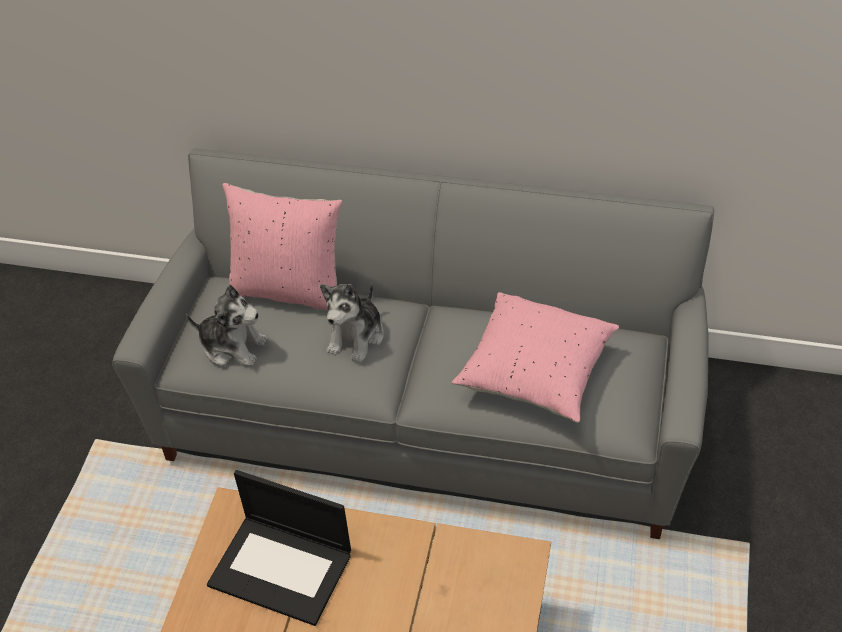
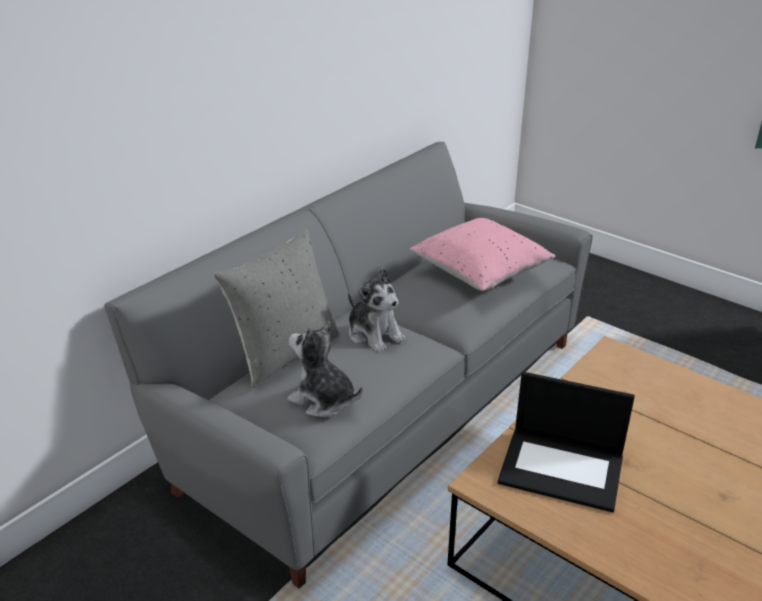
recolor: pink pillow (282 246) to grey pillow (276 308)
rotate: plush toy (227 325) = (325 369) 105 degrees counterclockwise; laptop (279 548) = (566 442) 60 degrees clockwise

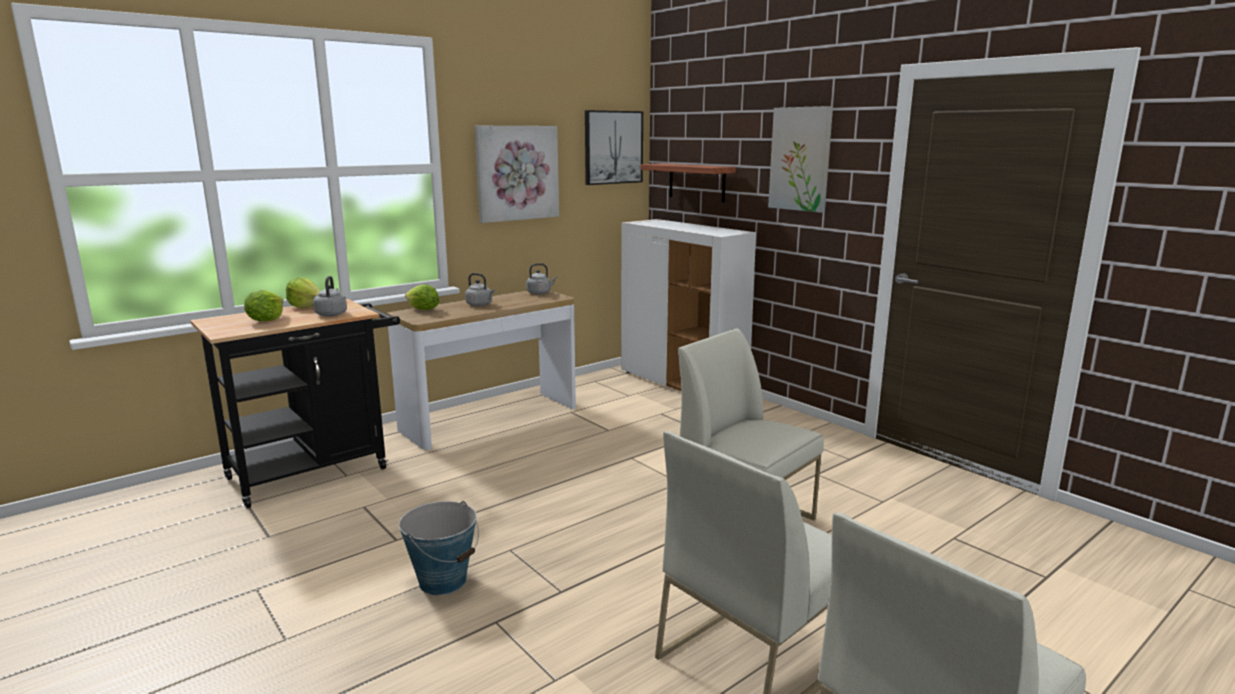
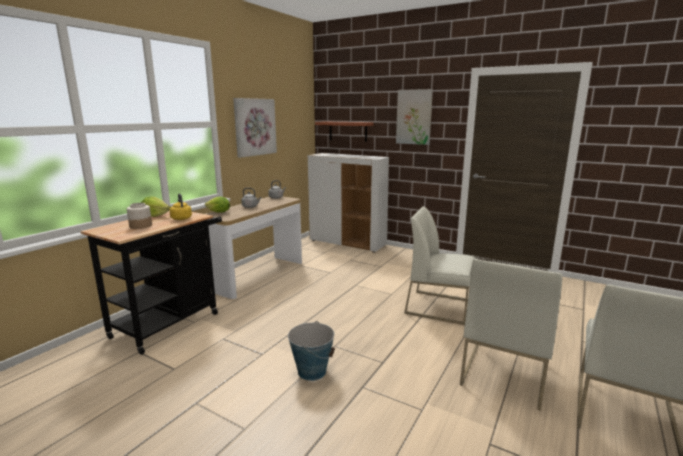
delete: picture (614 147)
replace: lettuce (263 305) to jar (139 216)
recolor: grey kettle (330 296) to yellow kettle (181 207)

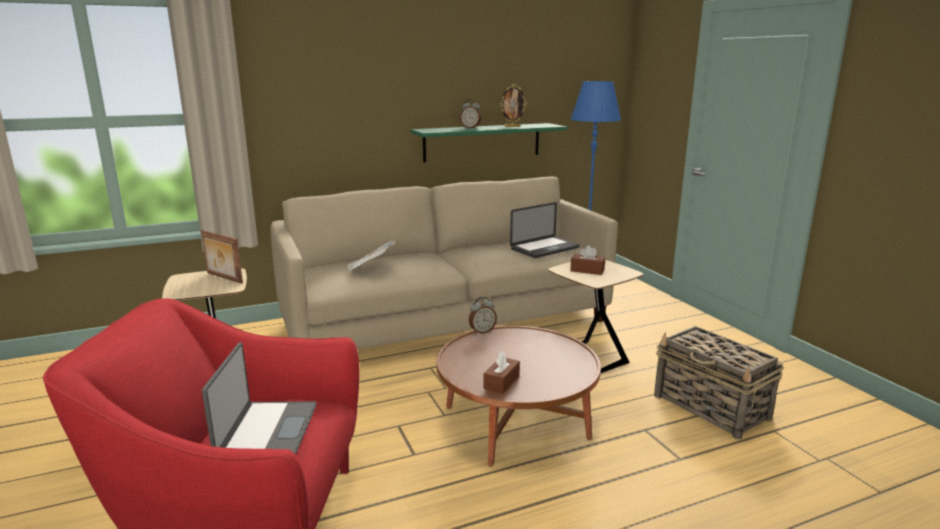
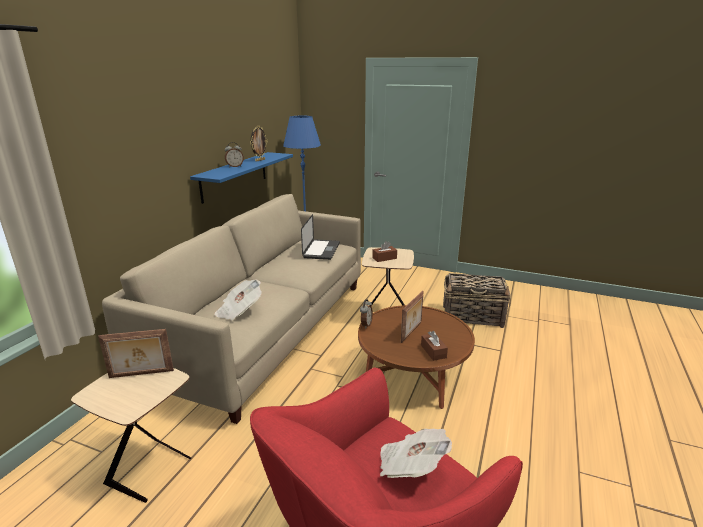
insert: picture frame (412 317)
replace: laptop (259 398) to newspaper (416 453)
recolor: green shelf (489 142) to blue shelf (241 178)

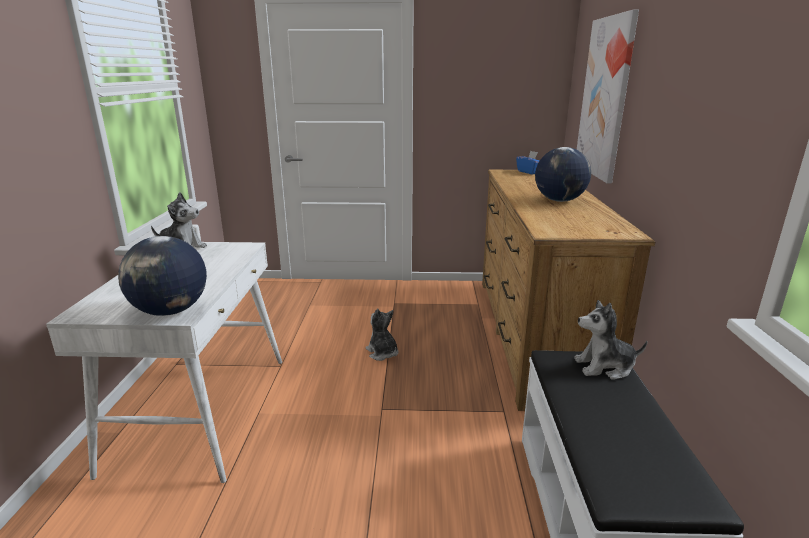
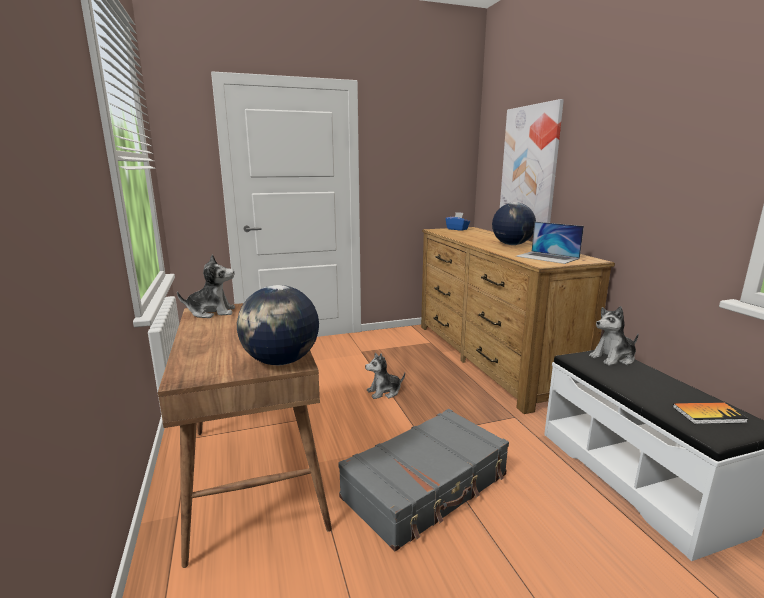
insert: grey suitcase (423 480); laptop (550 243); book (710 413)
recolor: white desk (164 362) to brown desk (245 435)
rotate: plush toy (382 335) = (385 376) 60 degrees counterclockwise

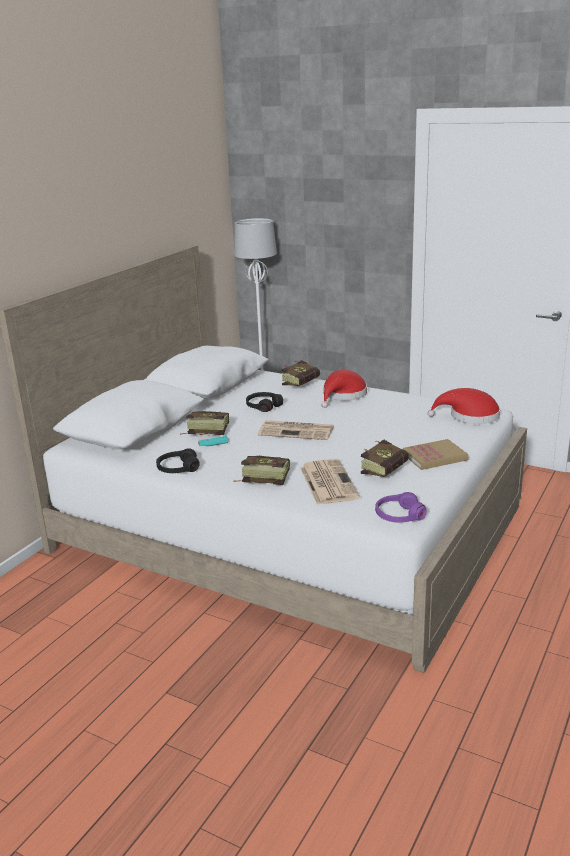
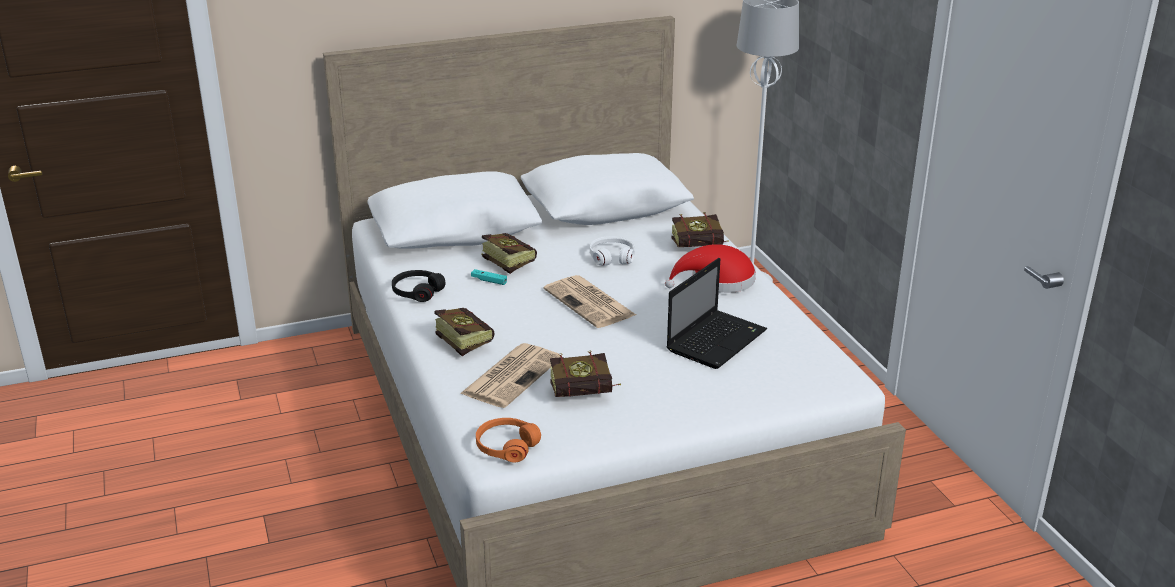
delete: book (436 454); red hat (464 406)
insert: laptop (717 313)
recolor: black headphones (264 402) to white headphones (612 251); purple headphones (400 507) to orange headphones (508 440)

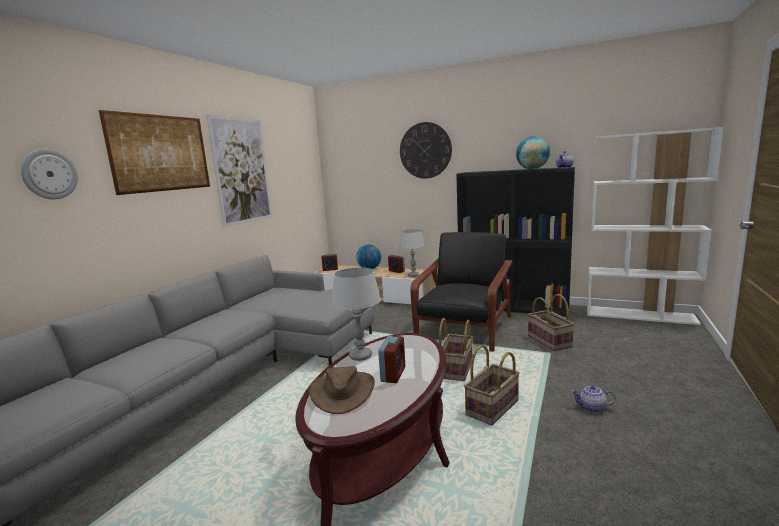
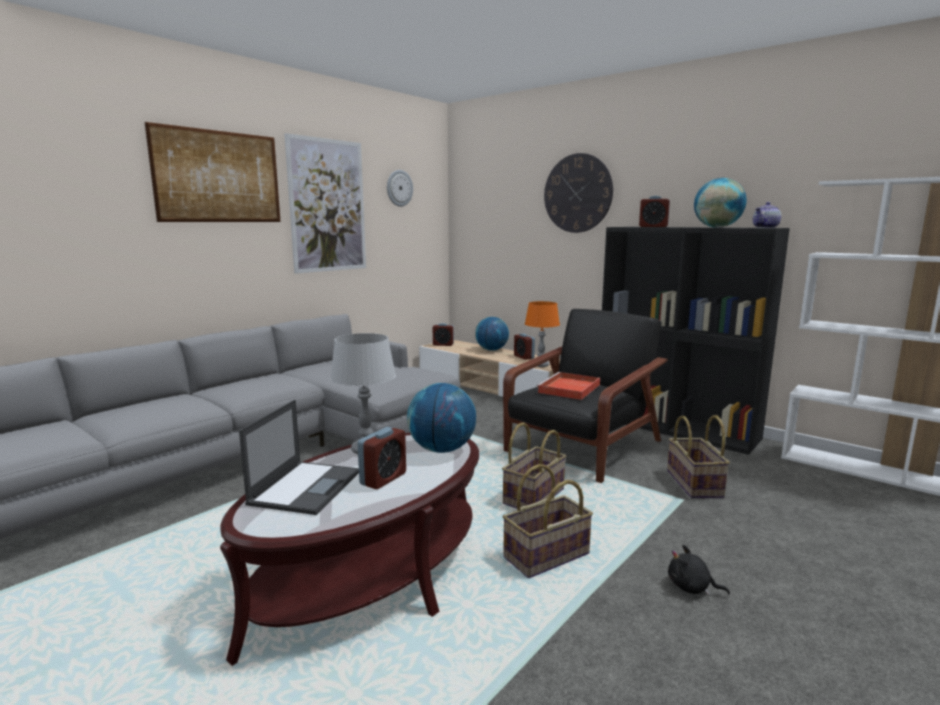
insert: globe (441 418); red tray (568 386); alarm clock (654 211)
move: wall clock (49 174) to (400 188)
replace: brown hat (342 390) to laptop (299 457); teapot (593 399) to black plush toy (699 570)
recolor: grey table lamp (412 253) to orange table lamp (542 334)

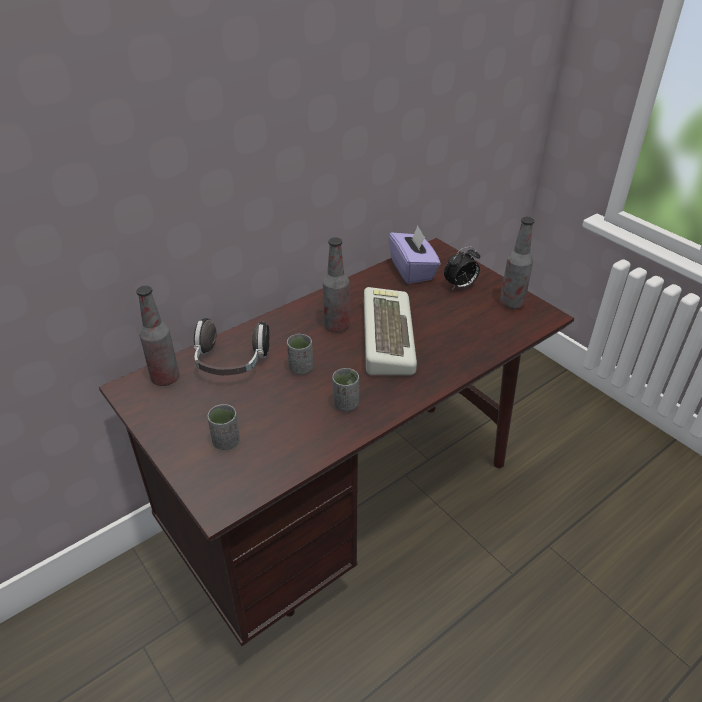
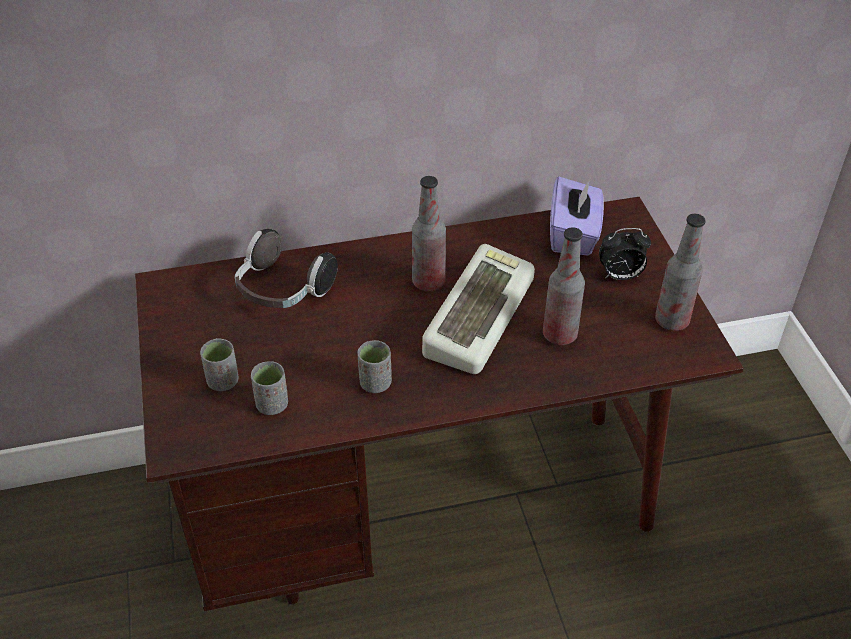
move: bottle (157 336) to (564 286); grey cup (300 354) to (269 388)

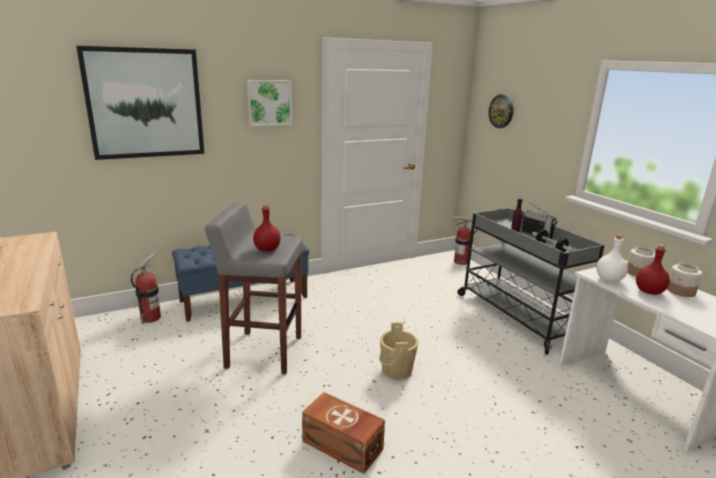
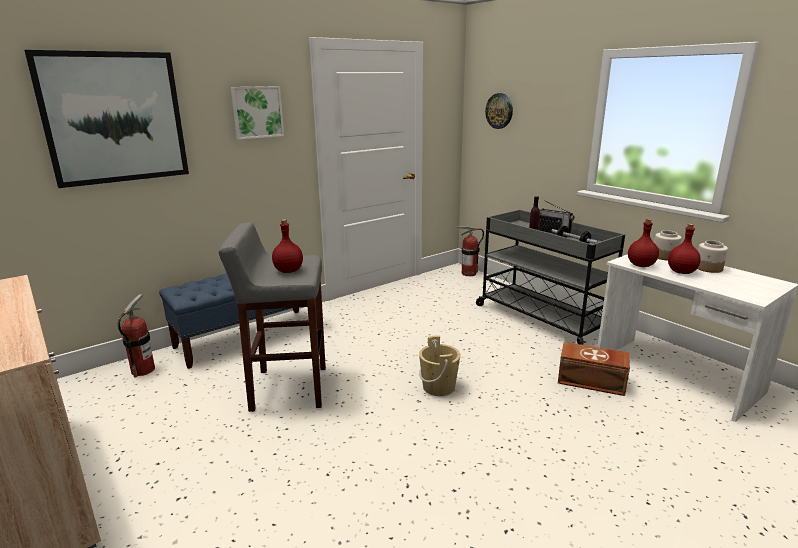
move: brown storage box (343 433) to (594 369)
recolor: white bottle (612 258) to red bottle (643 242)

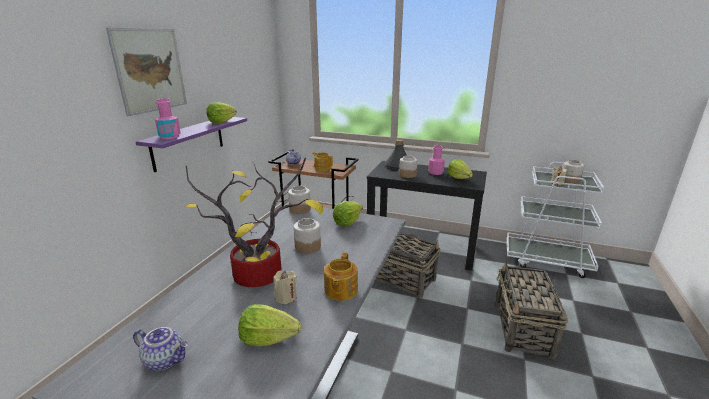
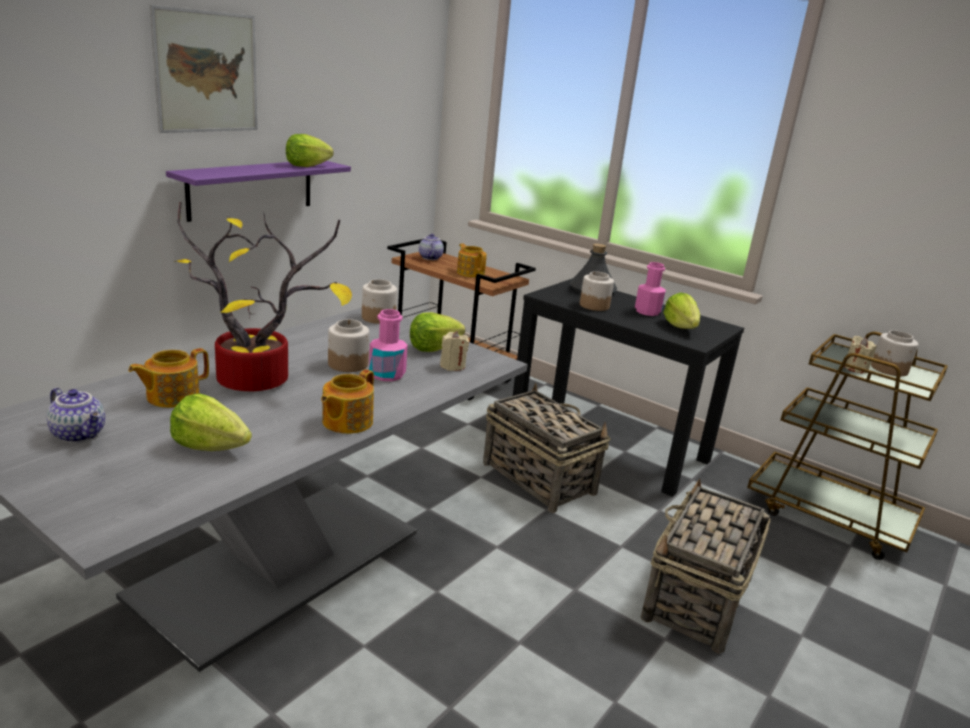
insert: teapot (168 378)
move: pink bottle (168 118) to (388 345); beige candle (285 287) to (454 351)
recolor: white cart (556 220) to brown cart (847 446)

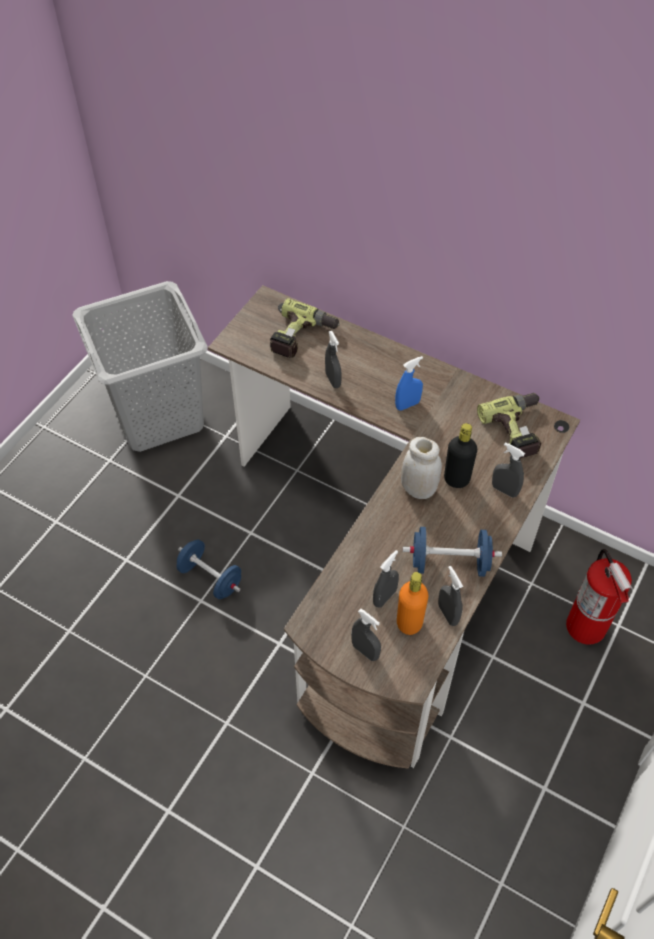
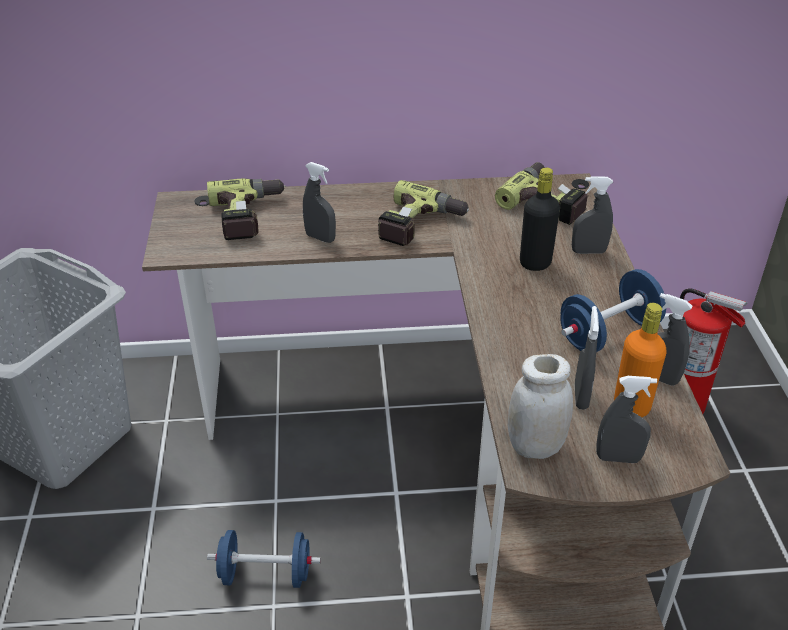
move: white jar (421 468) to (540 406)
replace: blue spray bottle (409 383) to power drill (424 213)

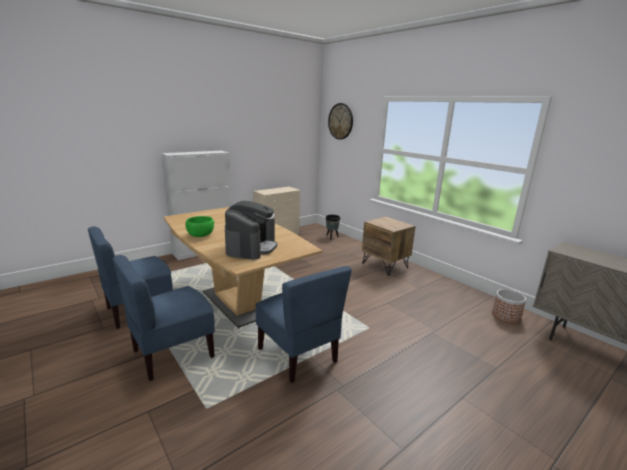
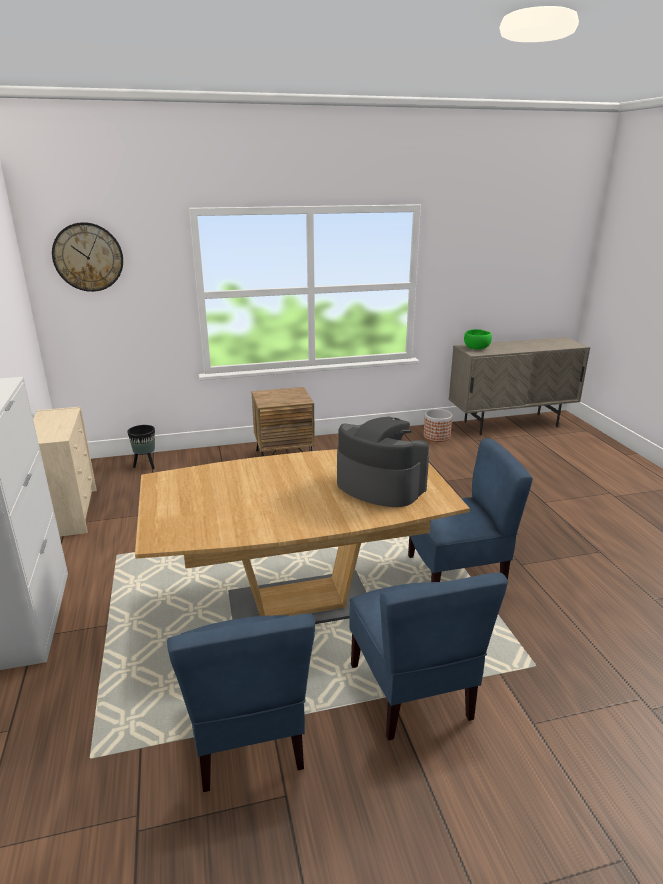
move: green bowl (200 226) to (478 339)

